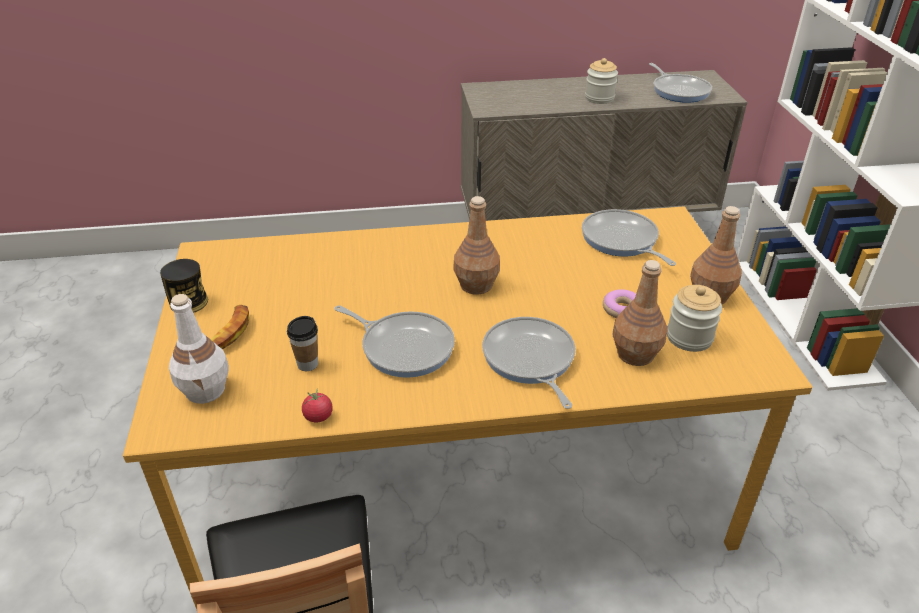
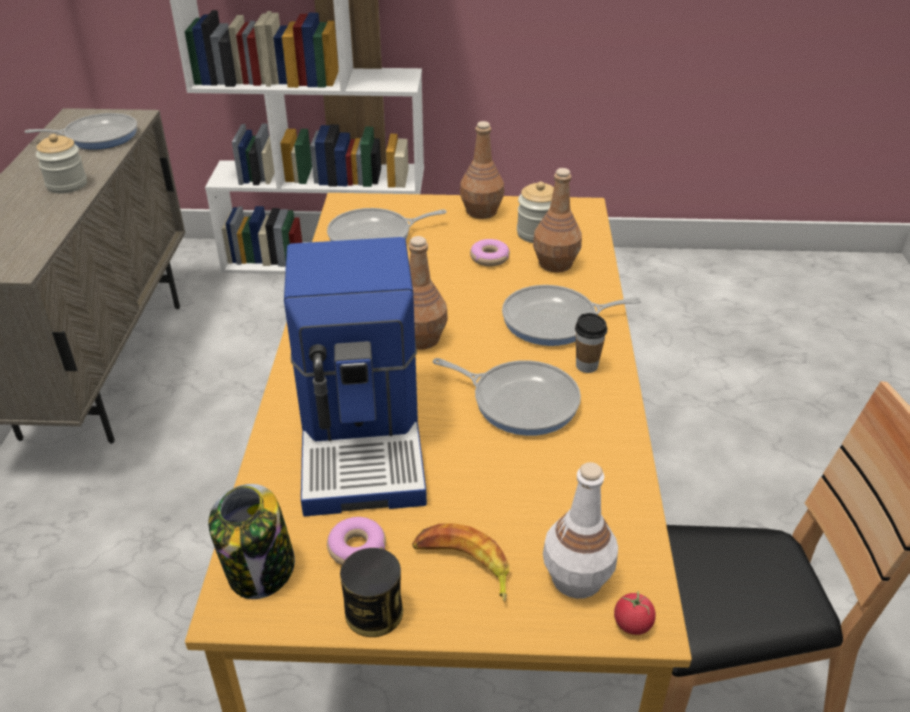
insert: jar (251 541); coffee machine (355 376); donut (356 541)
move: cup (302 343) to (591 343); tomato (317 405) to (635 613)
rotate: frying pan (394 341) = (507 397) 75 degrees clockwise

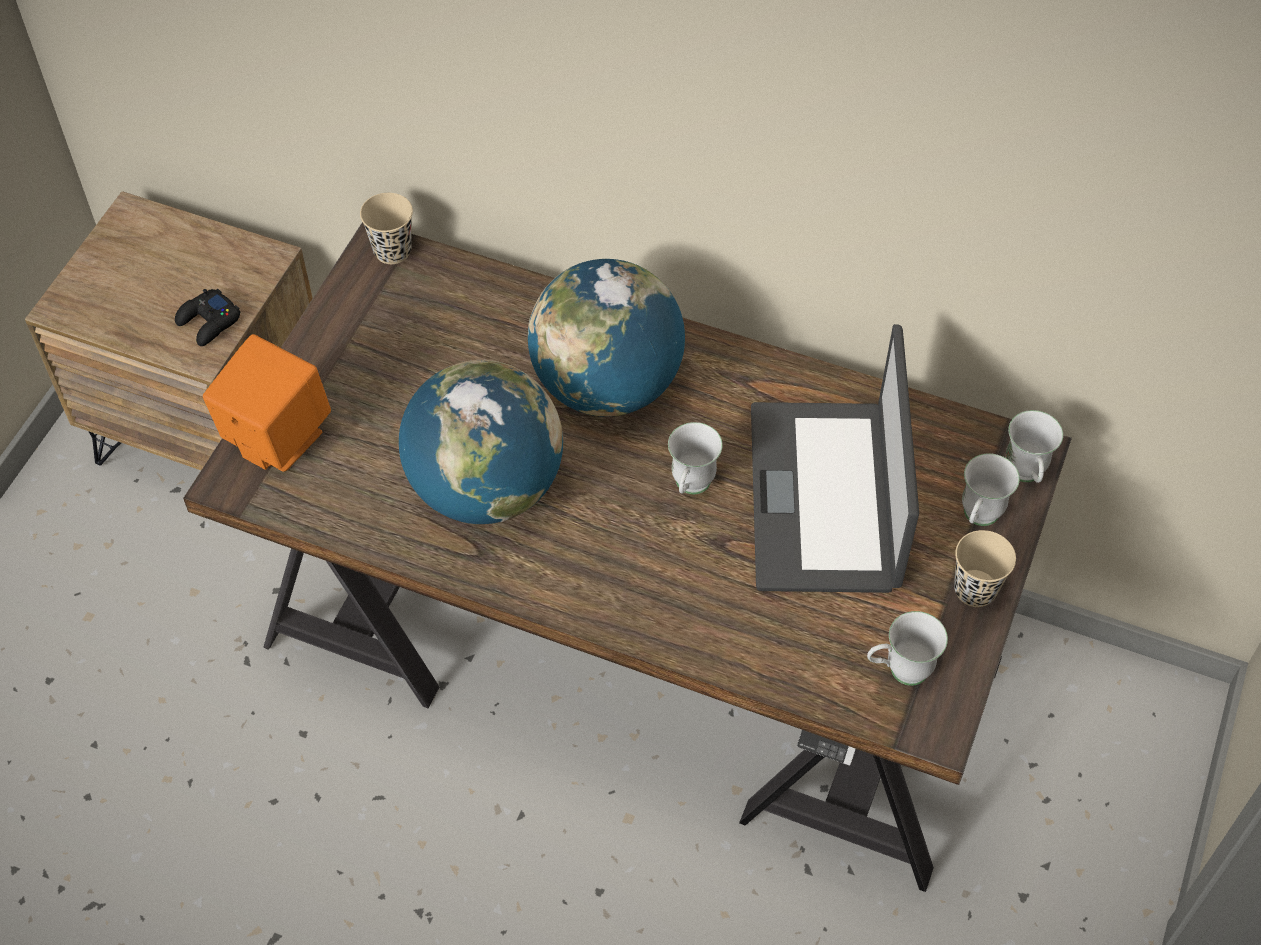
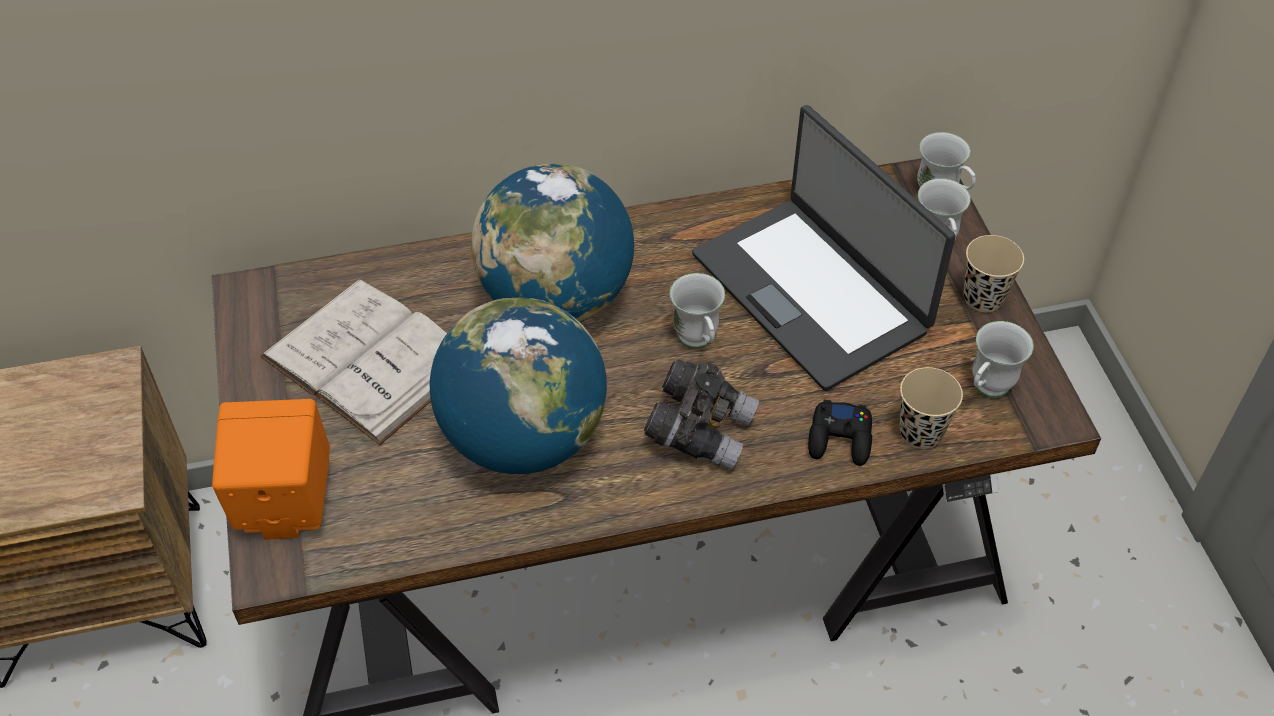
insert: white book (353 362); grey binoculars (701 414)
move: black game controller (208 317) to (840 432); beige cup (386 228) to (931 408)

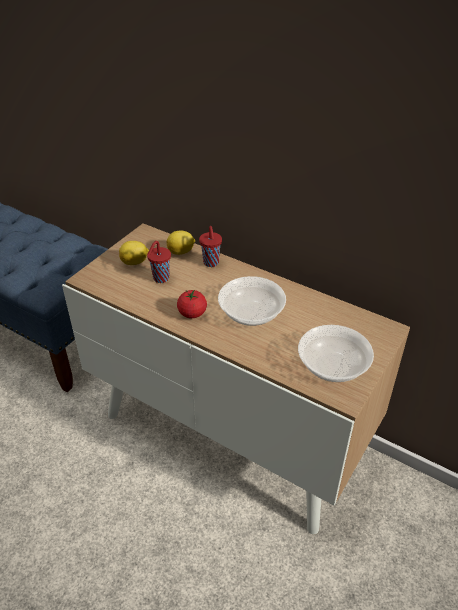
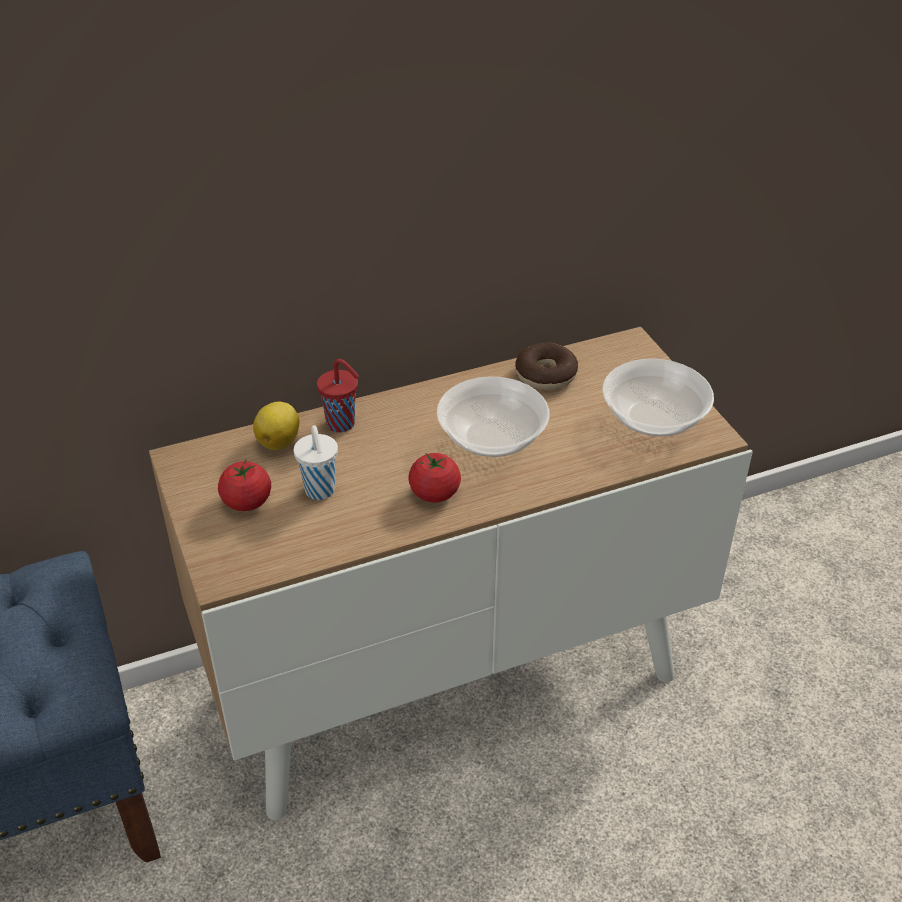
insert: donut (546 366)
replace: lemon (134 253) to tomato (244 485)
recolor: red cup (159 262) to white cup (316 462)

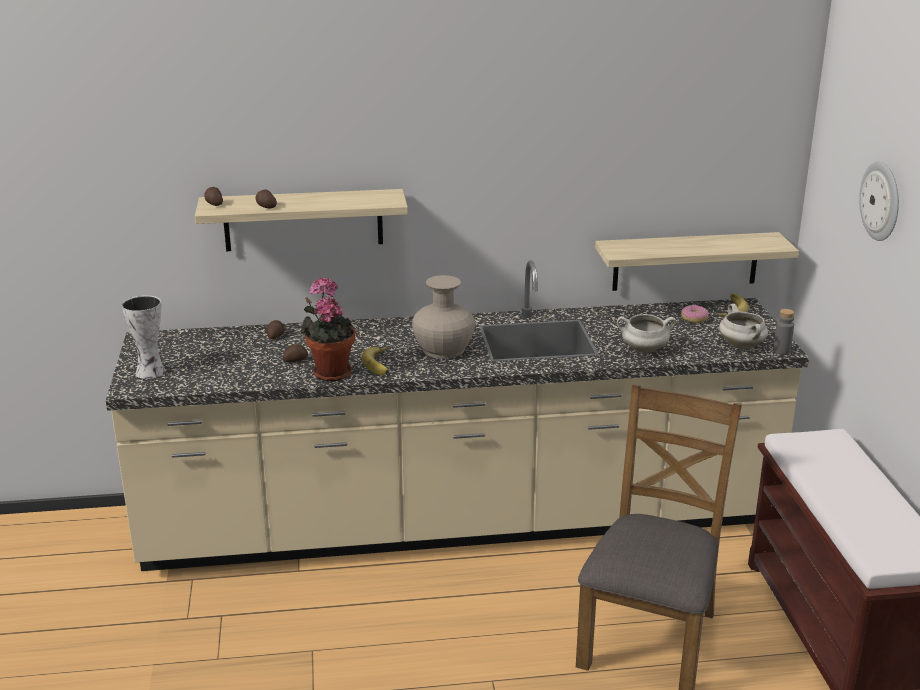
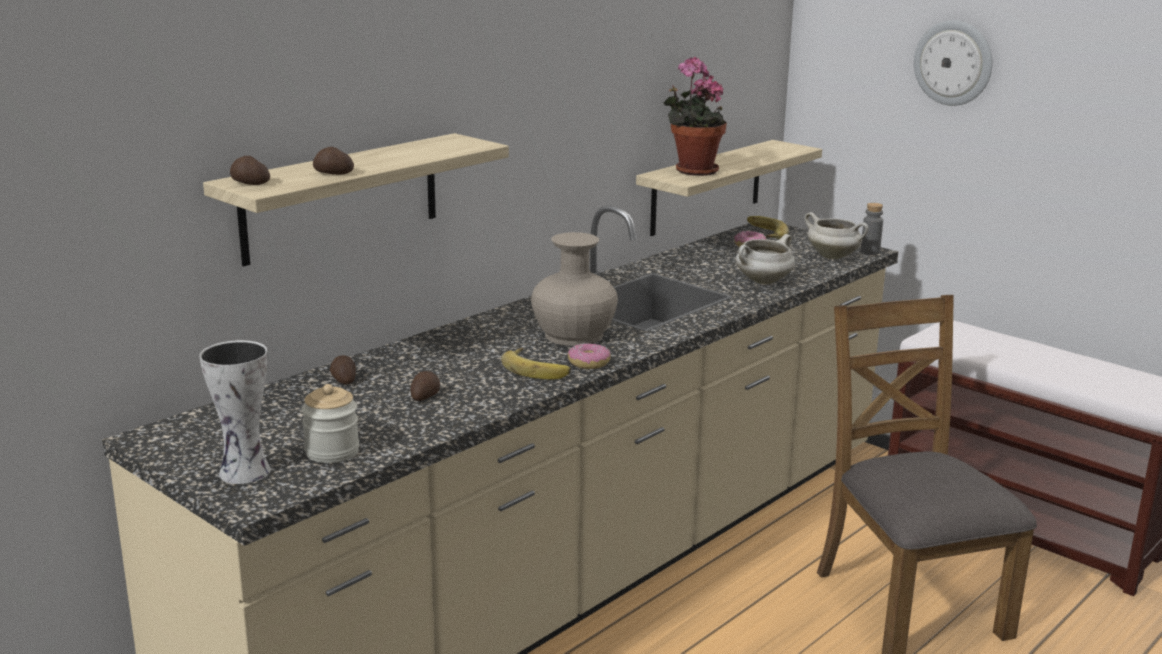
insert: jar (330 423); donut (589 356)
move: potted plant (327 329) to (695 116)

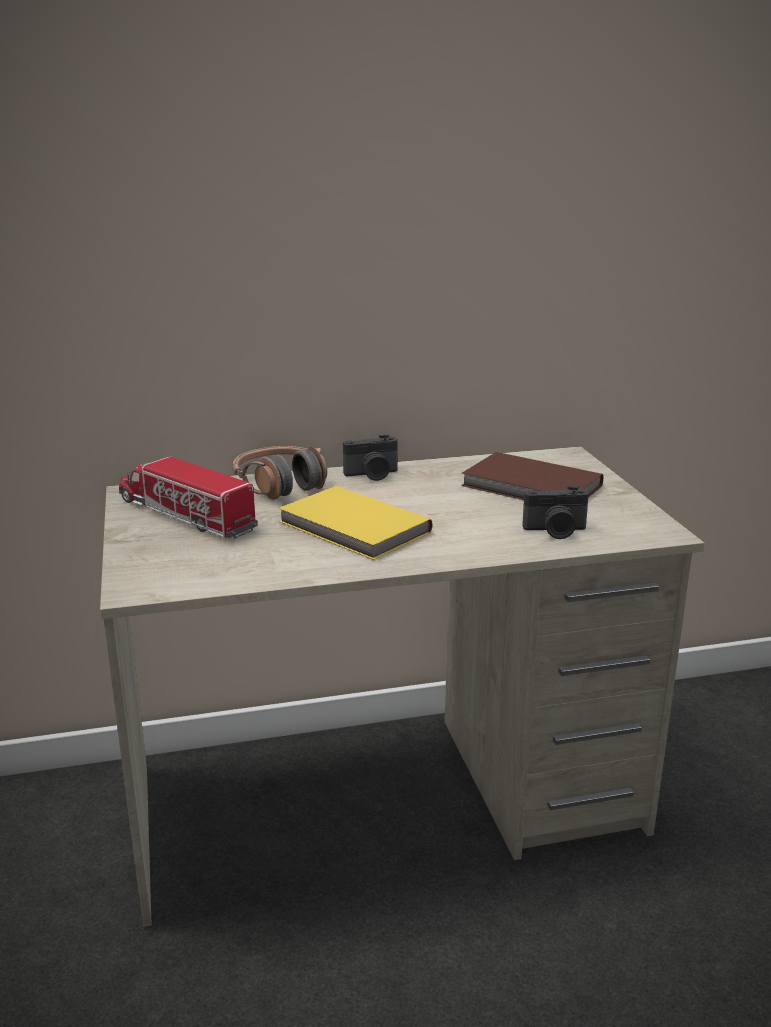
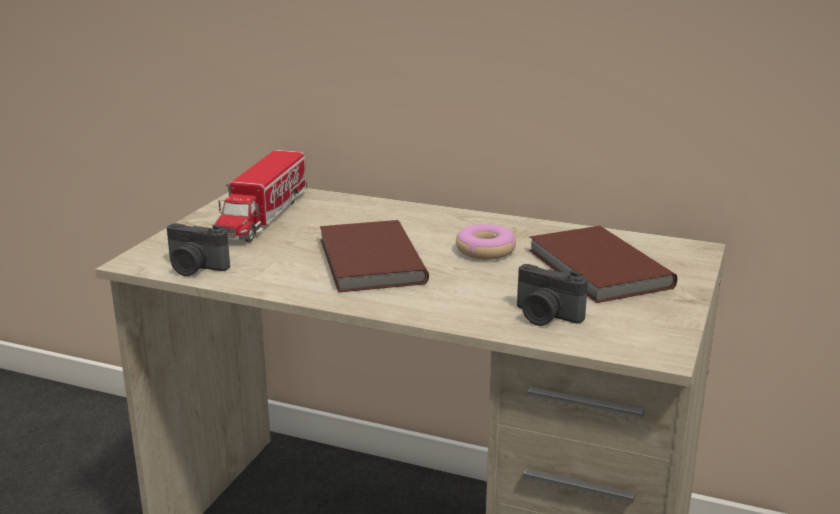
delete: headphones (280 473)
insert: donut (486 242)
move: photo camera (370 458) to (198 249)
recolor: yellow book (355 523) to brown book (374 256)
rotate: toy truck (188 496) = (260 196) 150 degrees counterclockwise

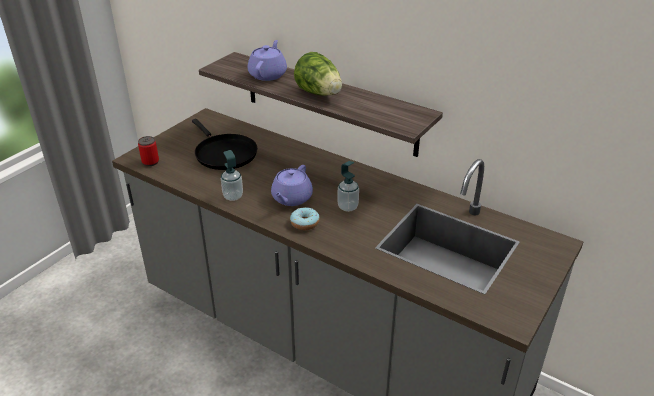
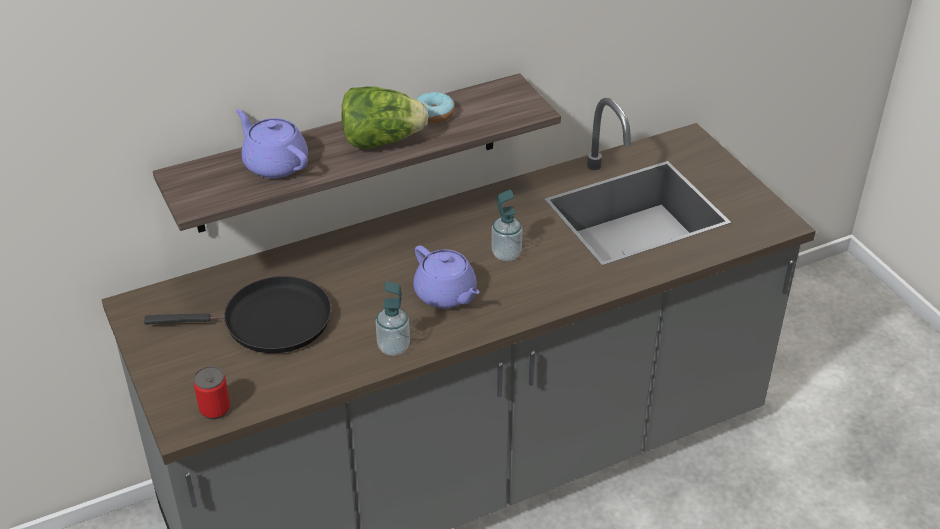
move: donut (305 218) to (435 107)

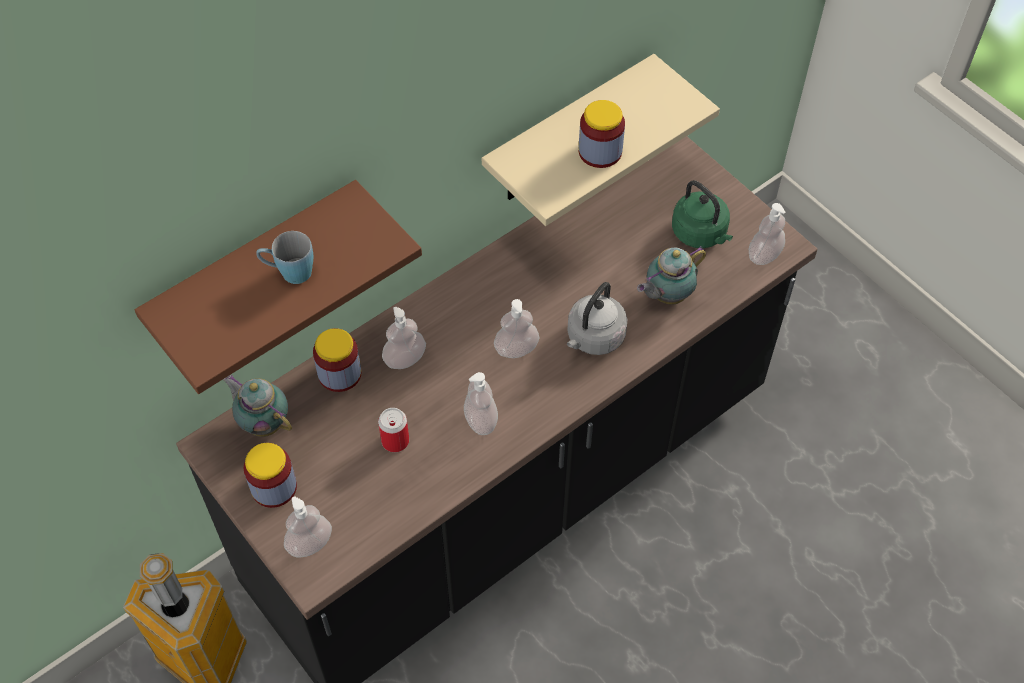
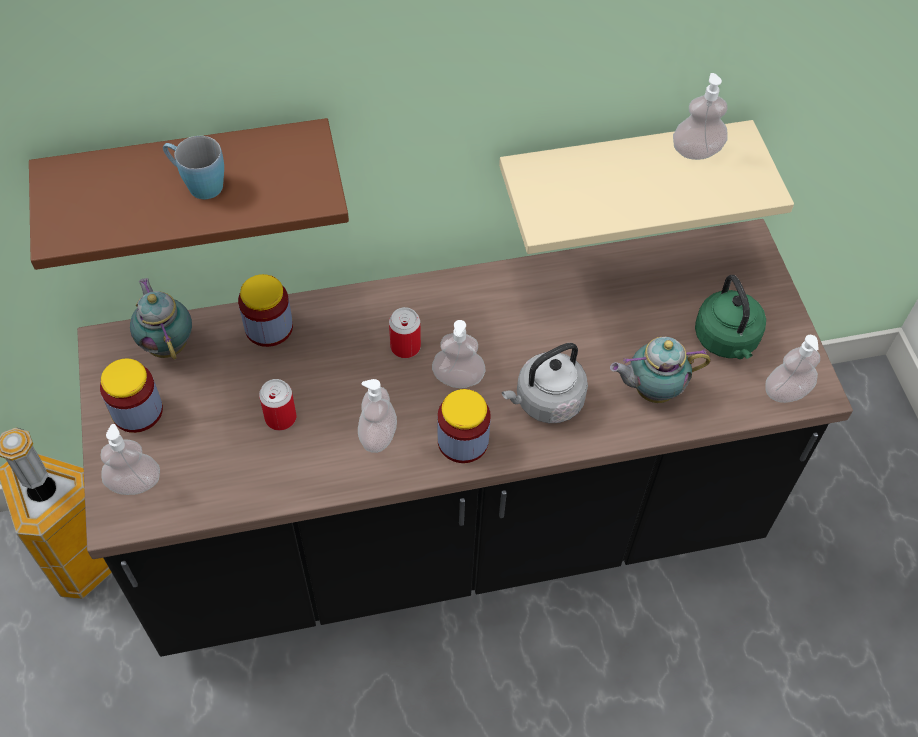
insert: can (405 332)
move: soap dispenser (404 338) to (700 116); jar (602 134) to (464 426)

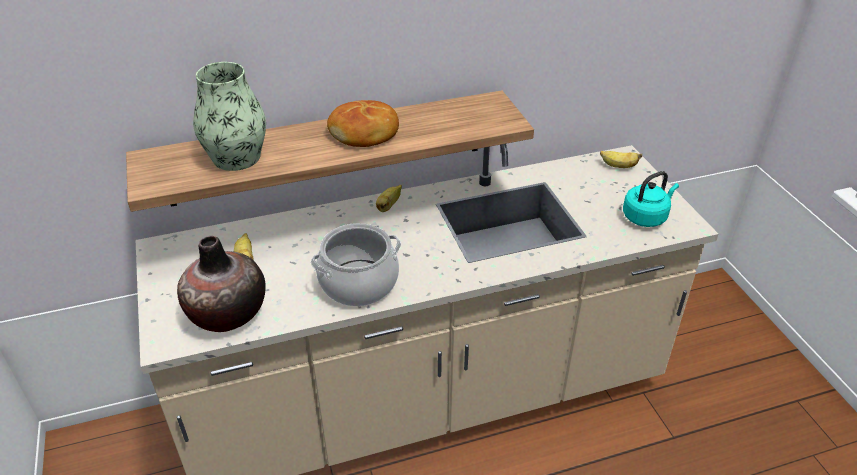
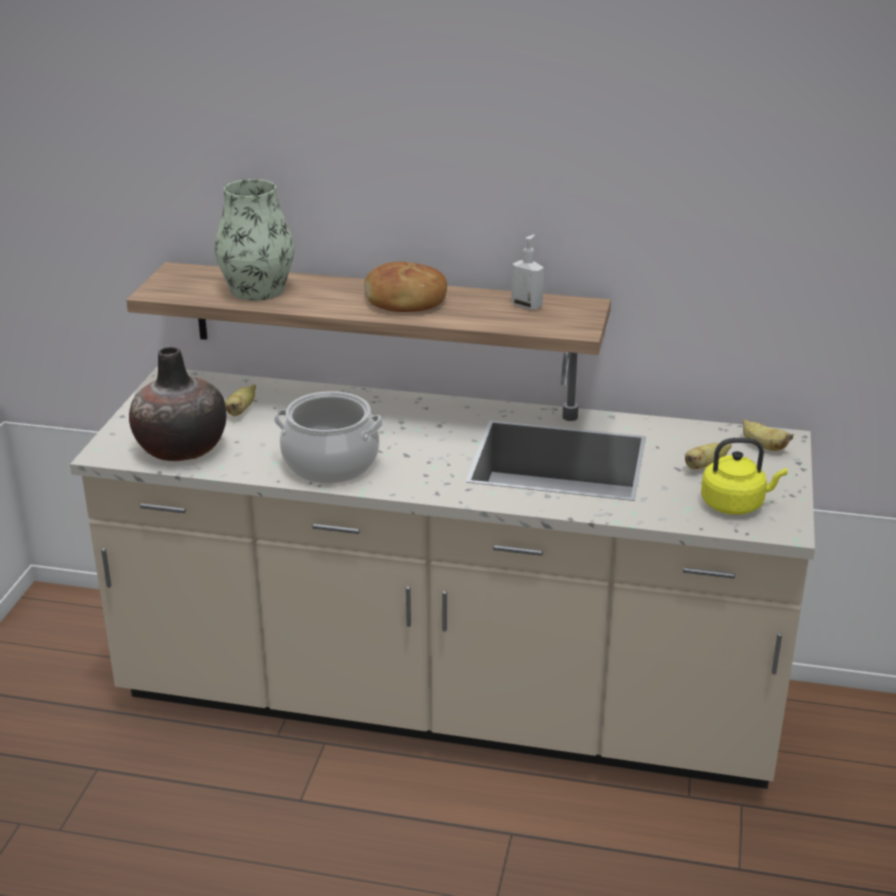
insert: soap dispenser (527 272)
move: banana (389 198) to (708 456)
recolor: turquoise kettle (651 199) to yellow kettle (744 476)

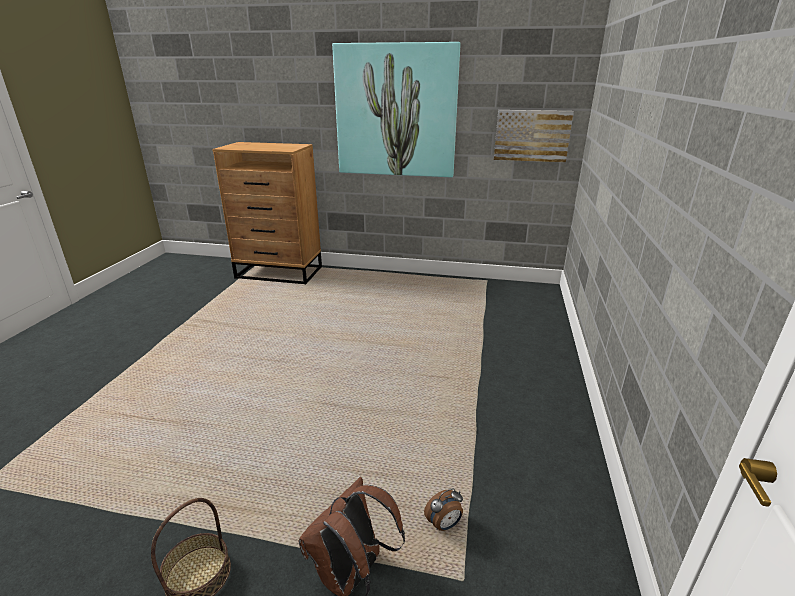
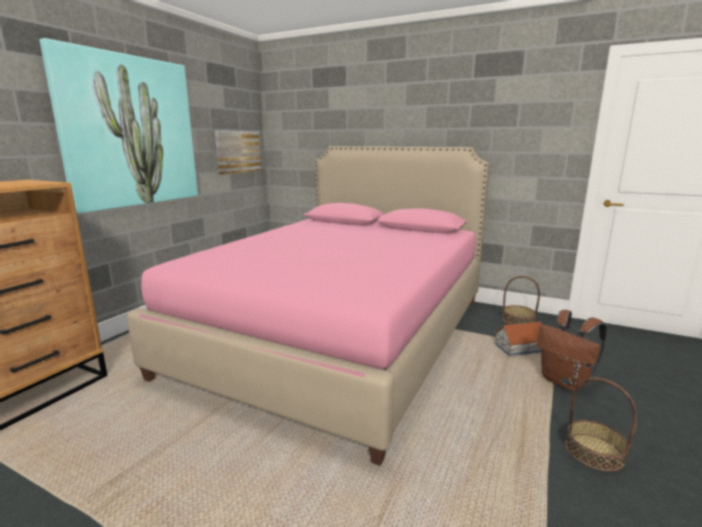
insert: pink bed (308 306); basket (521 300)
replace: alarm clock (443 510) to toy house (518 339)

